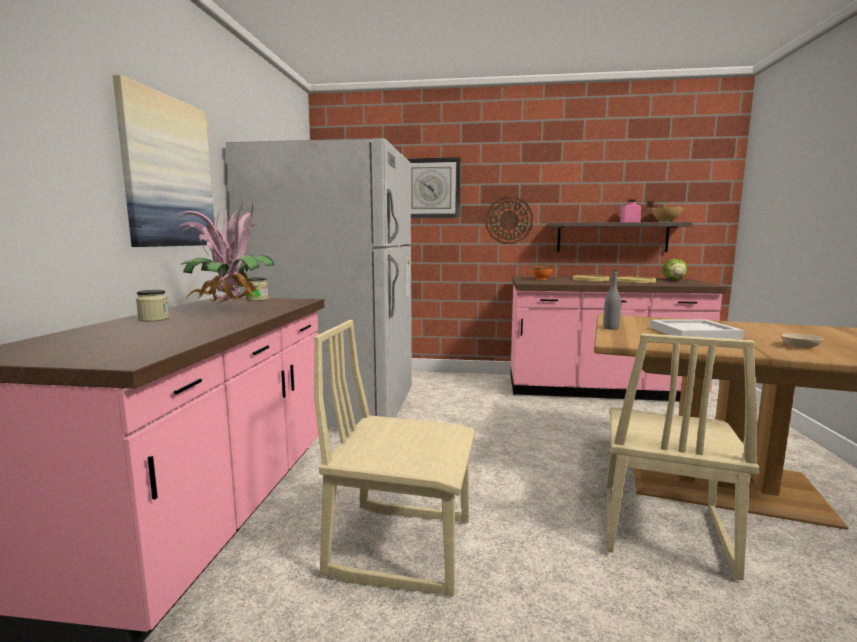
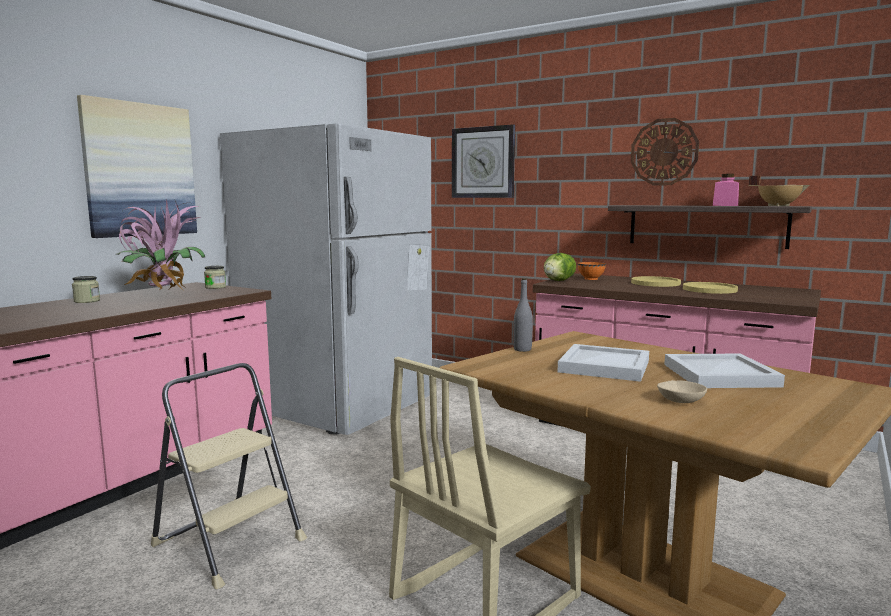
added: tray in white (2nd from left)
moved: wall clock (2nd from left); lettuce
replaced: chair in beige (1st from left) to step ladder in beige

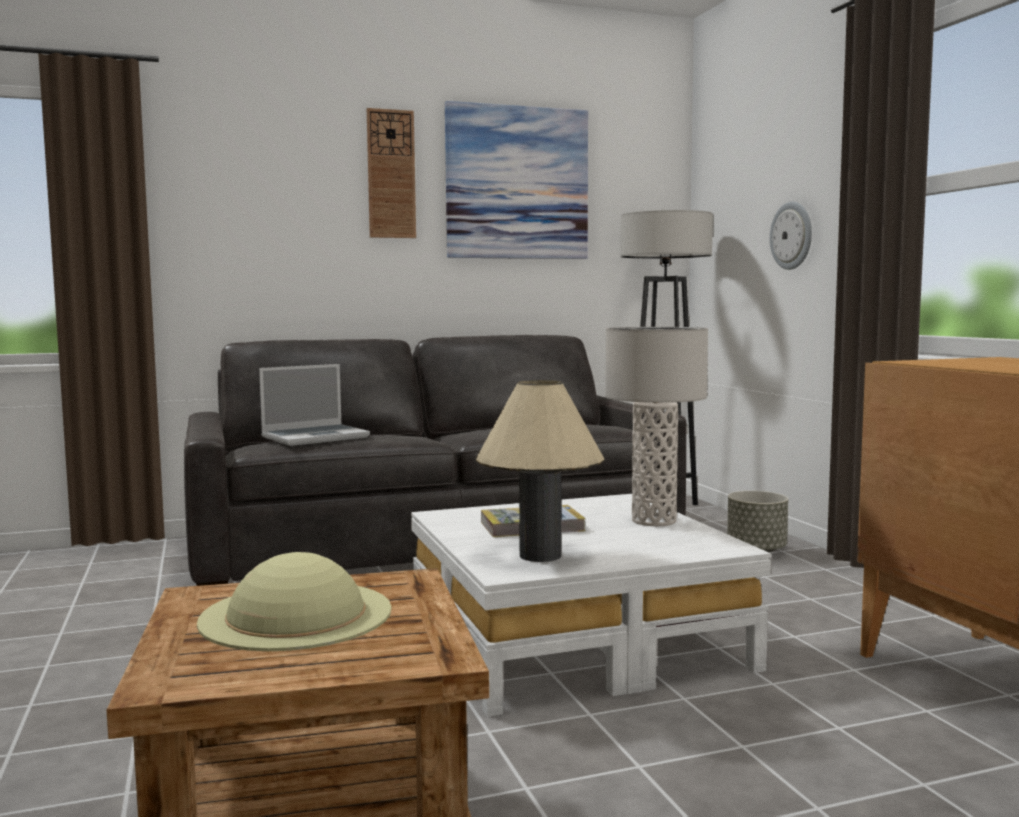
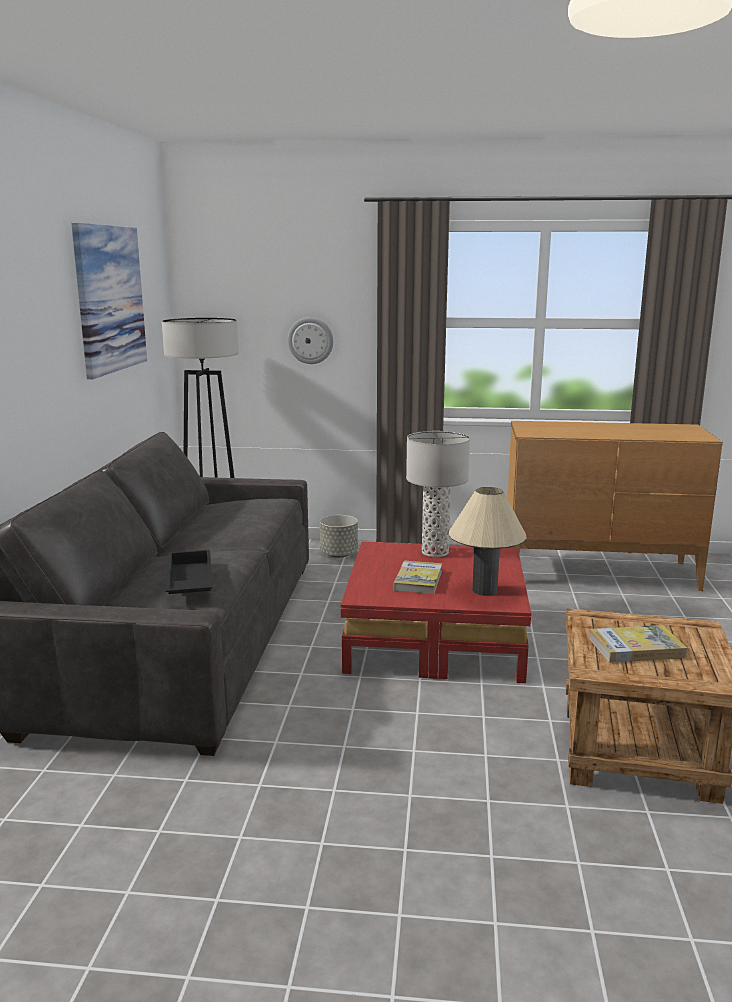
removed: wall clock (1st from left)
replaced: laptop to tray in black; hat in beige to book (2nd from left)
recoloured: coffee table in white to coffee table in red

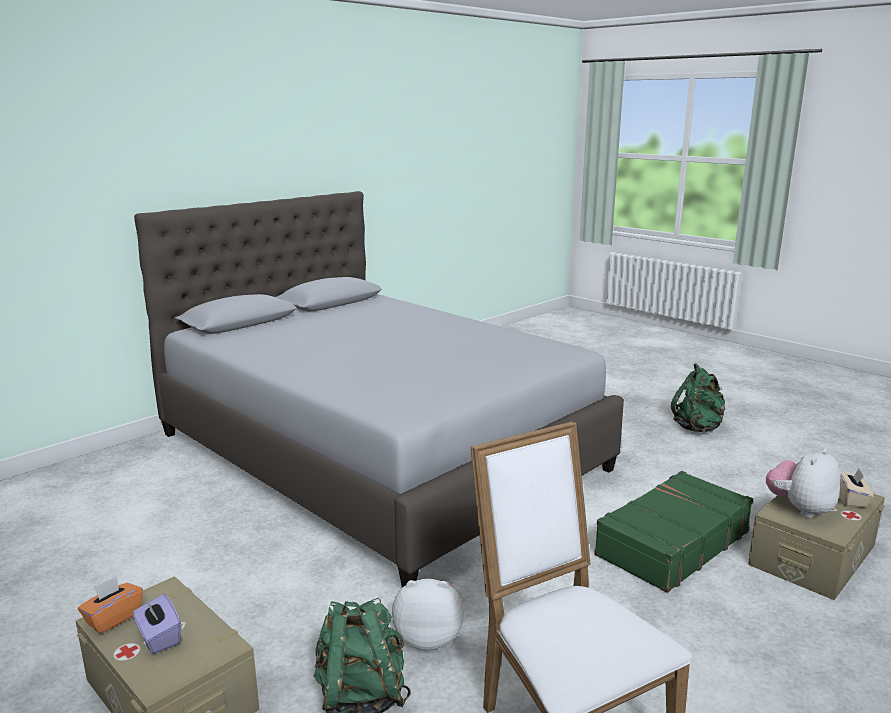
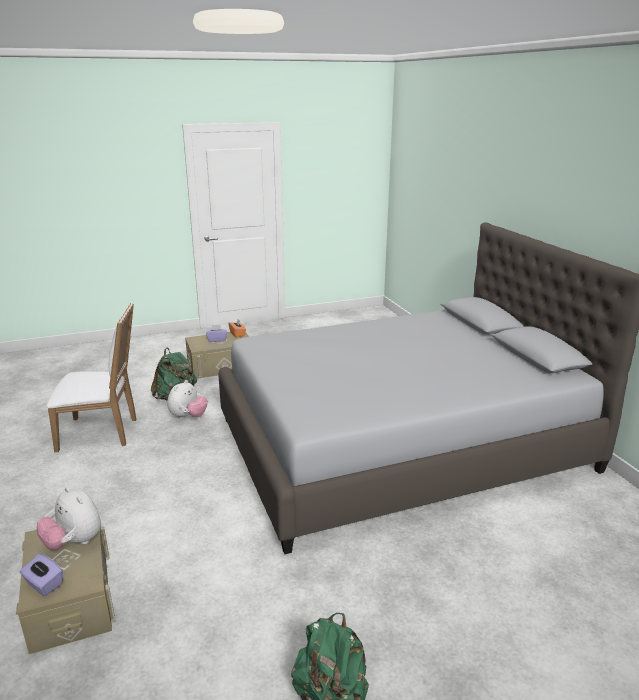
removed: suitcase in green
recoloured: tissue box in beige to tissue box in purple (1st from left)
turned: plush toy (2nd from left in the first image) 150 degrees clockwise

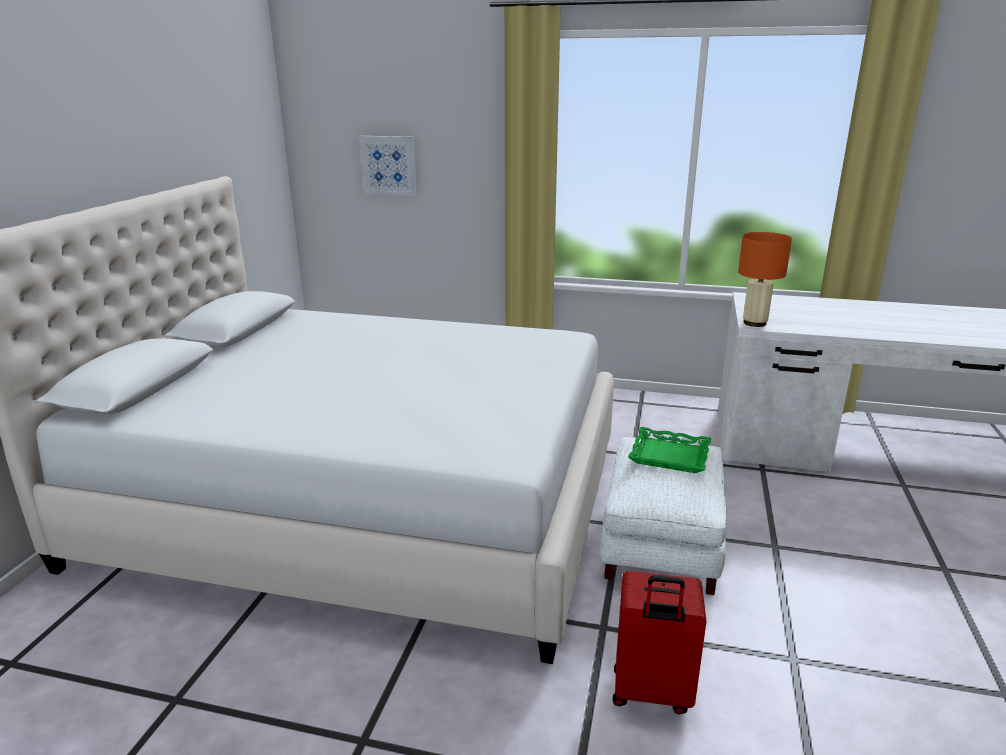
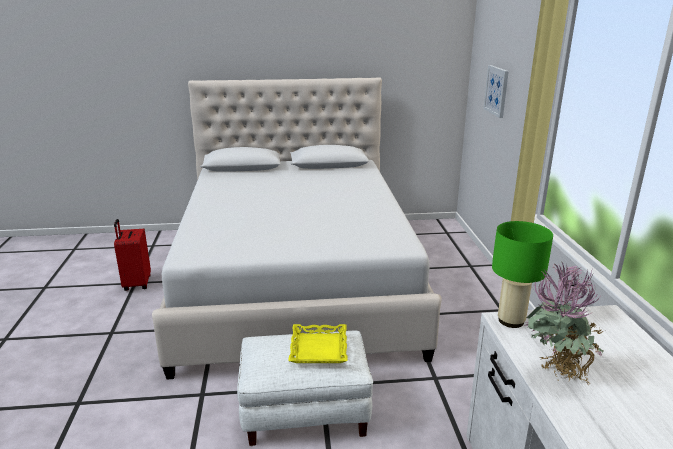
added: potted plant
moved: suitcase in red
recoloured: table lamp in orange to table lamp in green; tray in green to tray in yellow

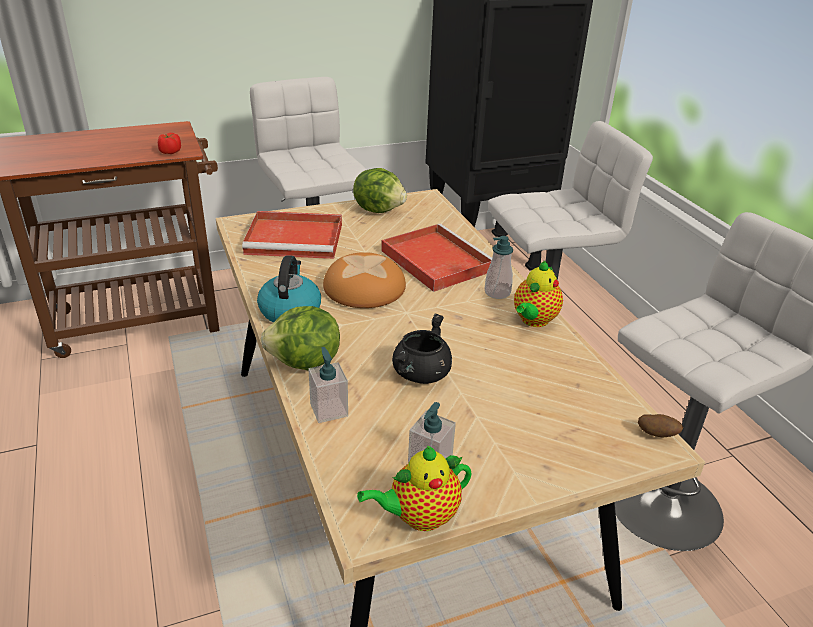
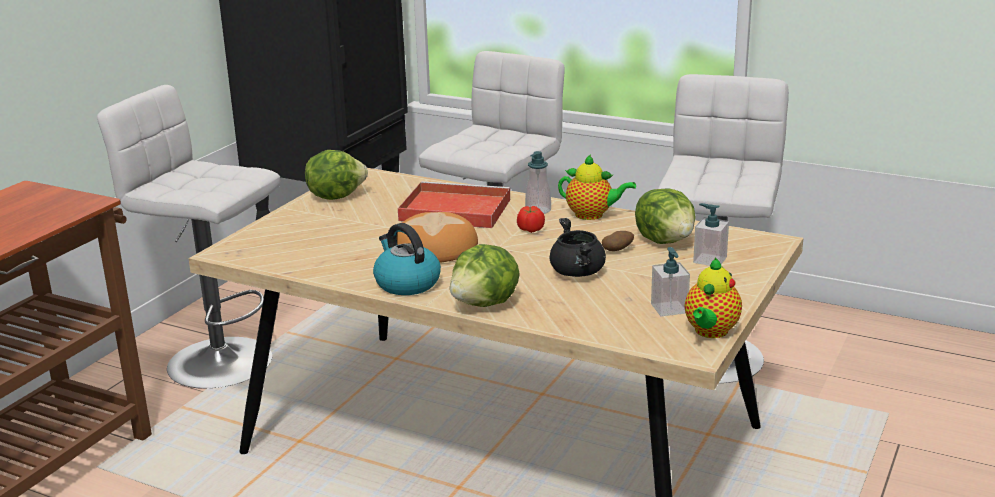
removed: tray in red (1st from left)
added: lettuce (3rd from left)
moved: tomato; soap dispenser (1st from left in the first image) to soap dispenser (3rd from left); potato
turned: teapot (2nd from left in the first image) 60 degrees counterclockwise

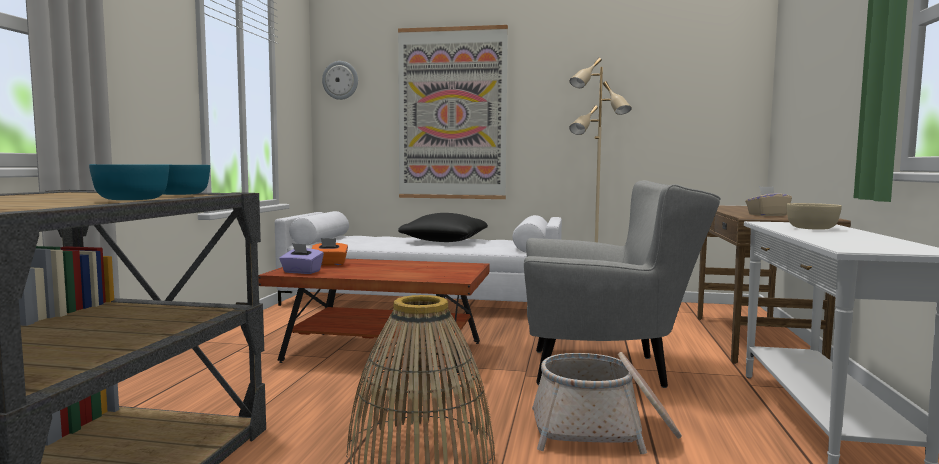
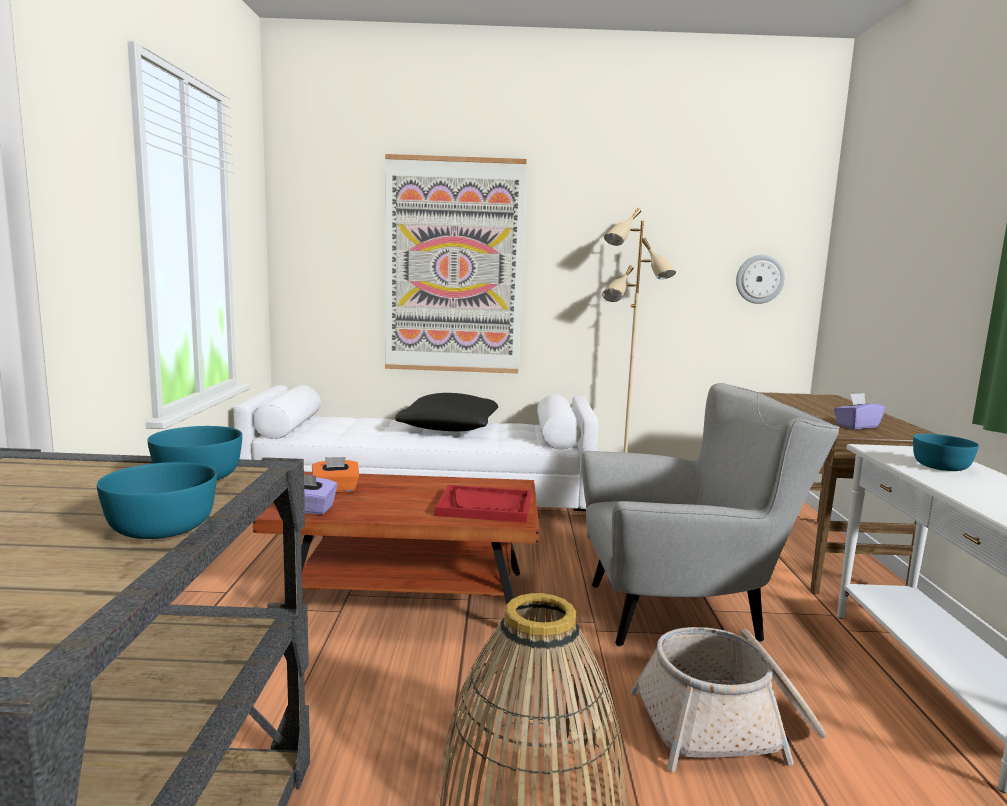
added: tray in red
moved: wall clock
recoloured: tissue box in beige to tissue box in purple (2nd from left); bowl in beige to bowl in turquoise (3rd from left)

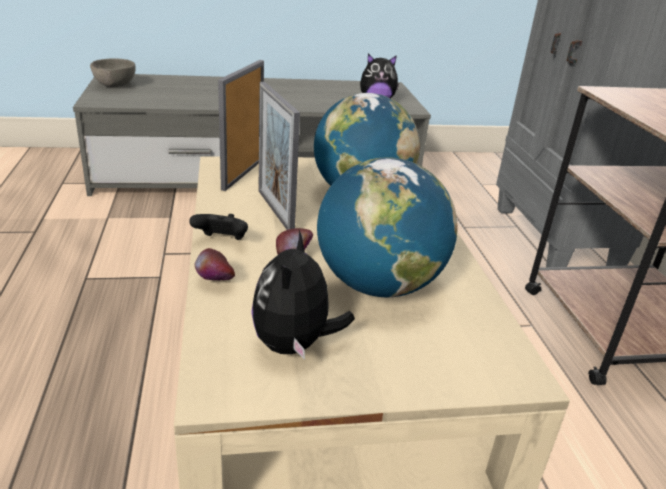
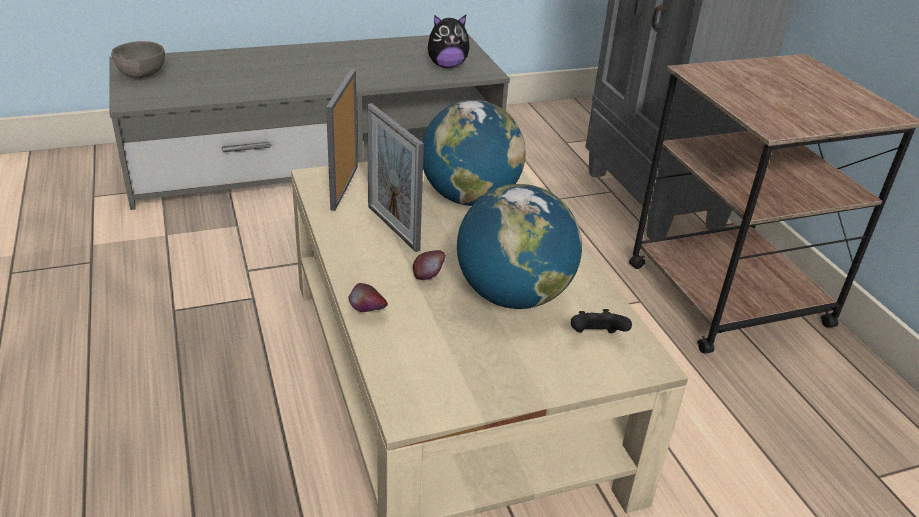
removed: plush toy (1st from left)
moved: game controller in black

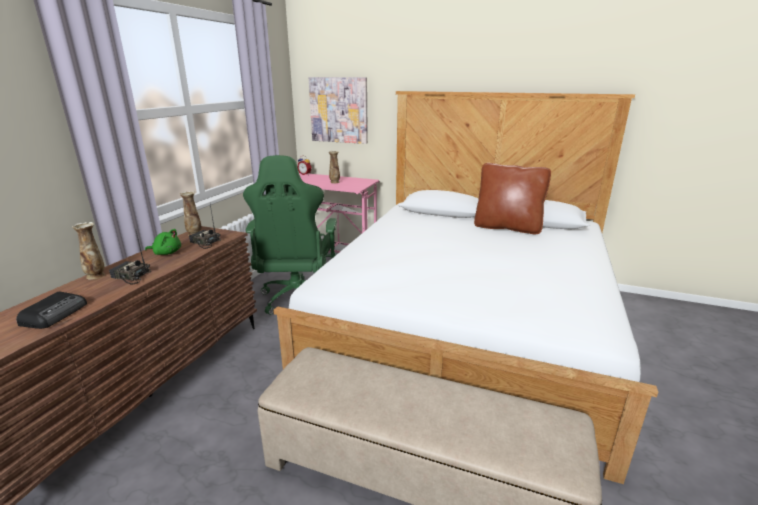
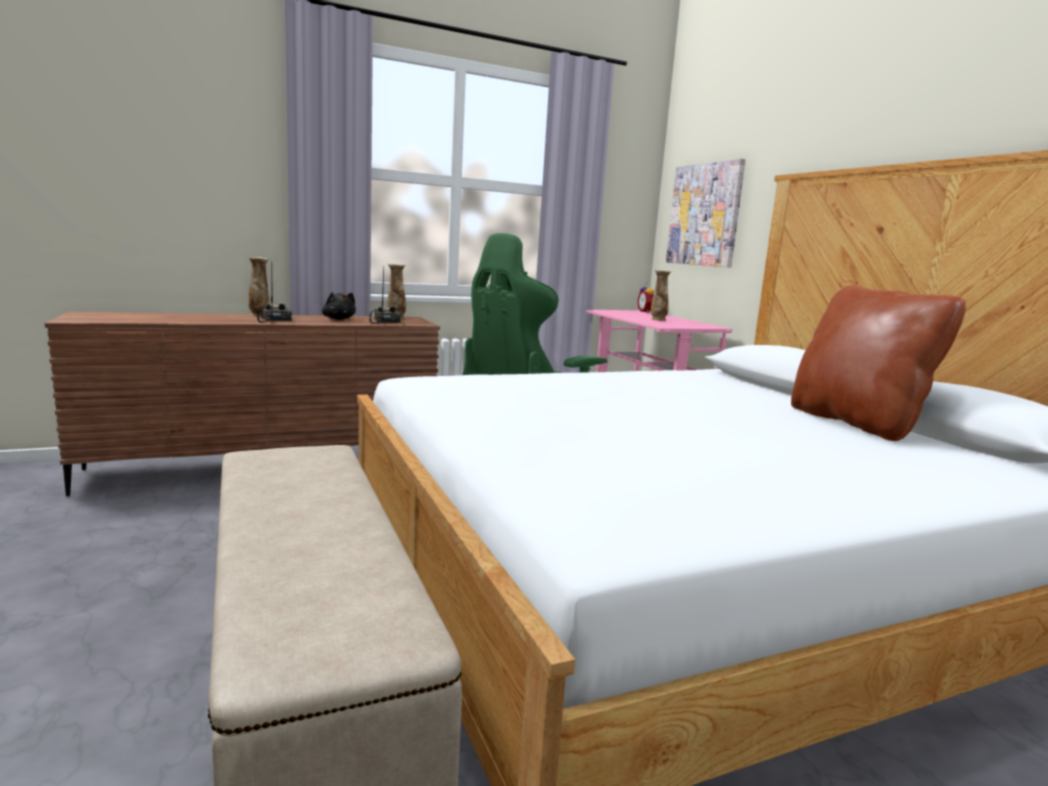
removed: radio (1st from left)
recoloured: plush toy in green to plush toy in black

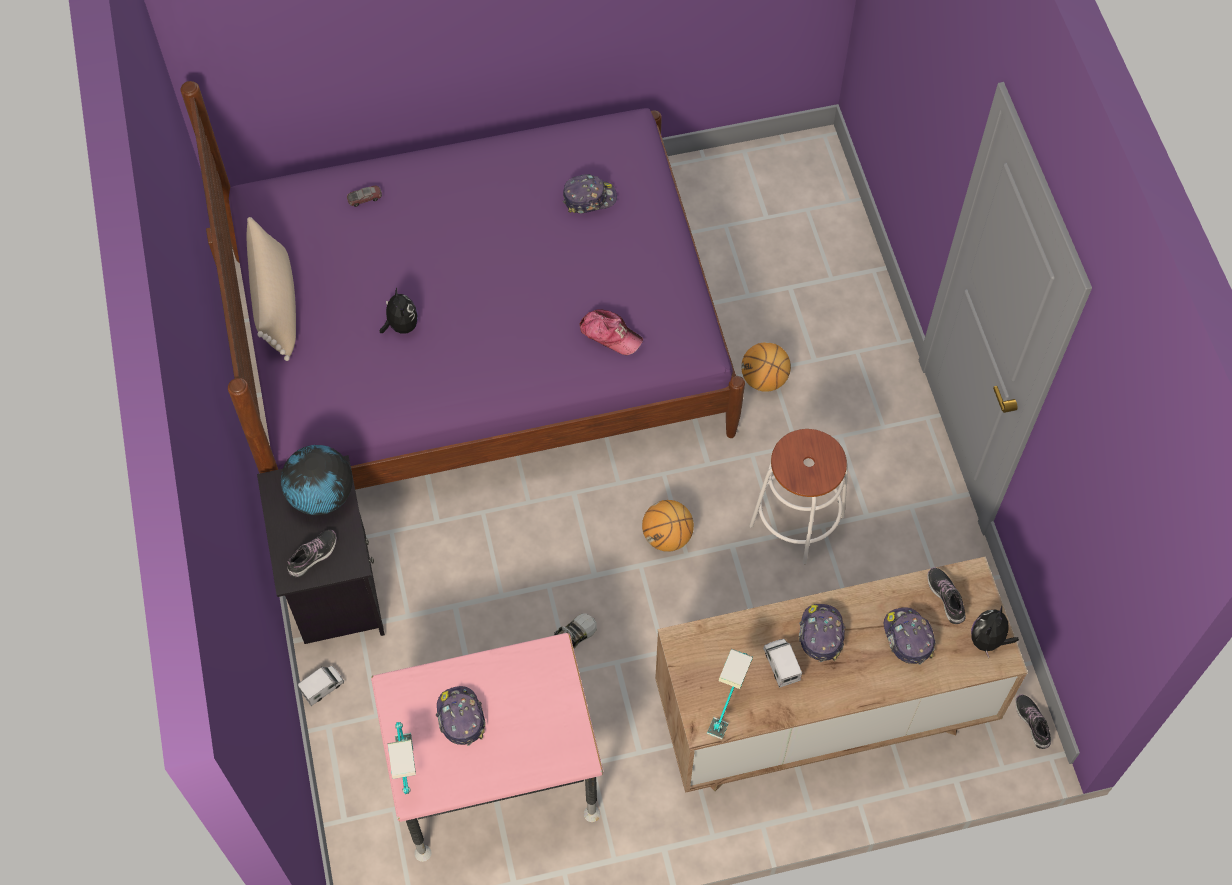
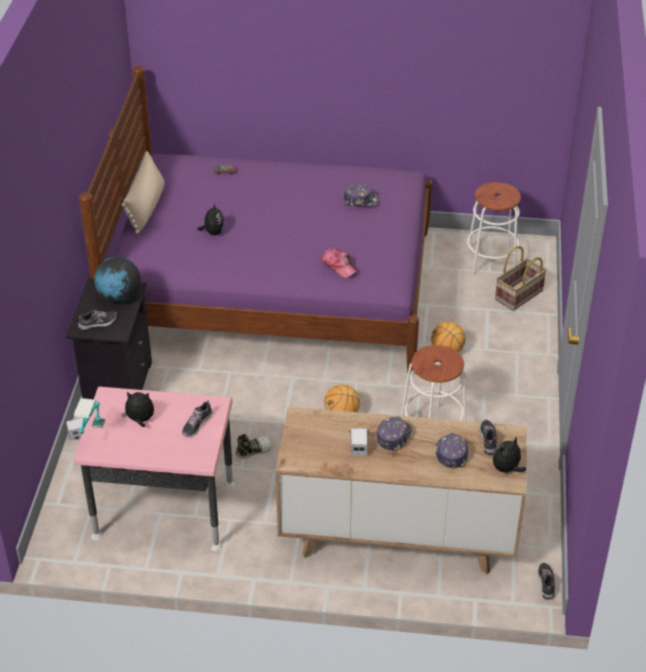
removed: table lamp (2nd from left)
added: stool in white (2nd from left); basket; shoe (2nd from left)
replaced: cap (1st from left) to plush toy (1st from left)

